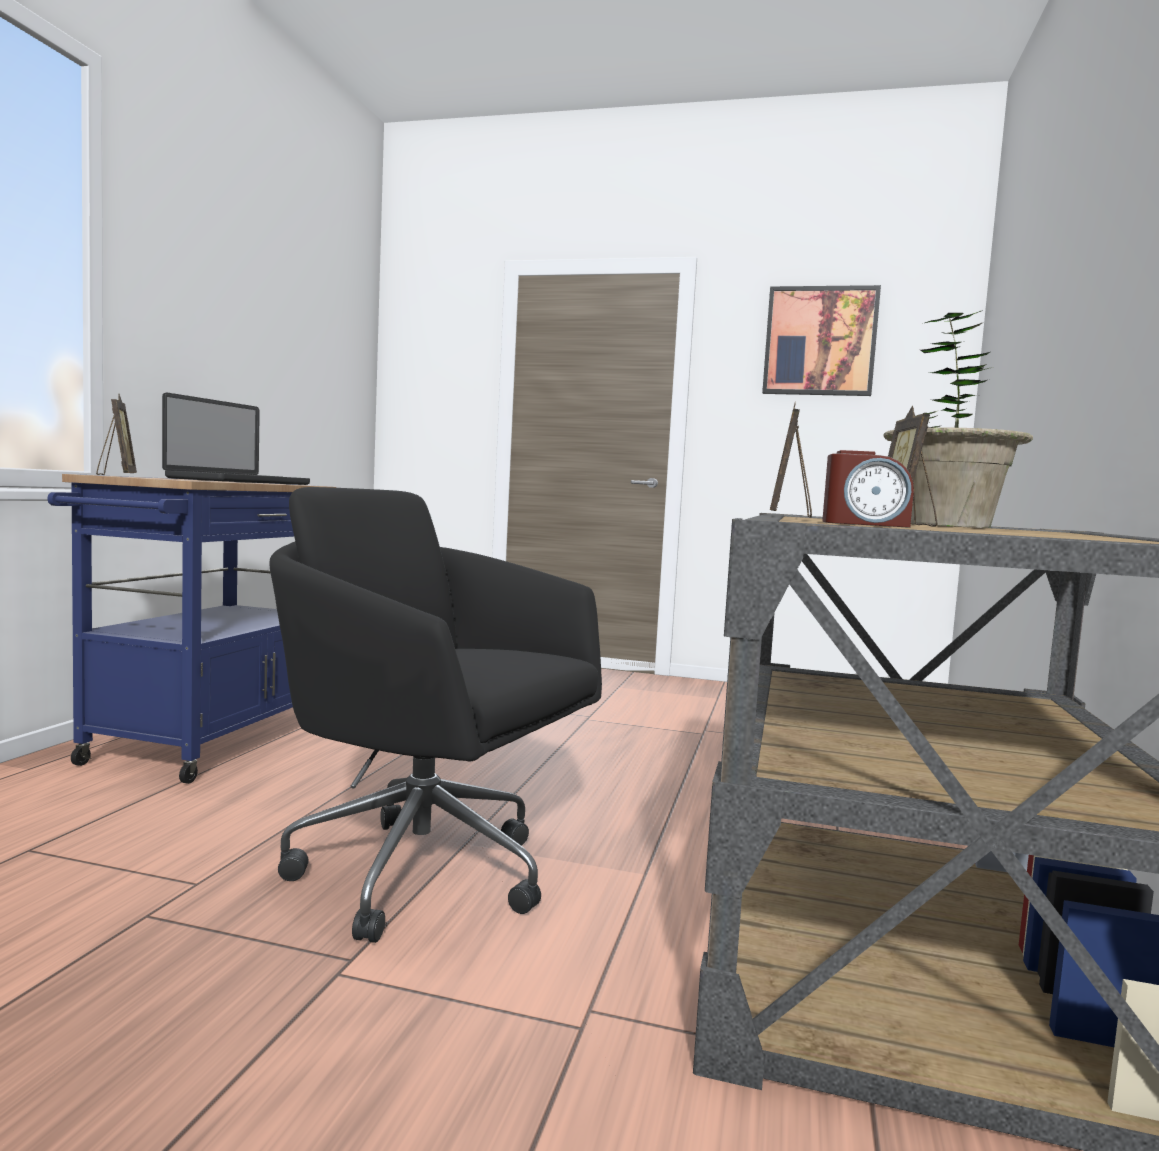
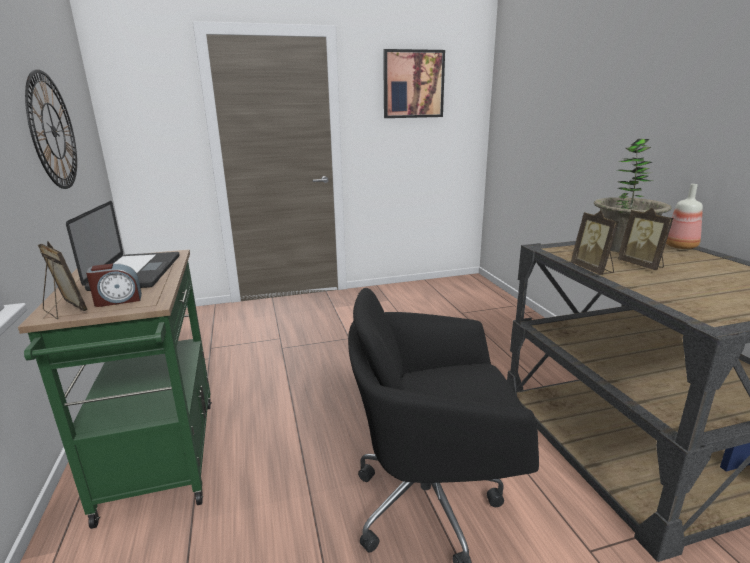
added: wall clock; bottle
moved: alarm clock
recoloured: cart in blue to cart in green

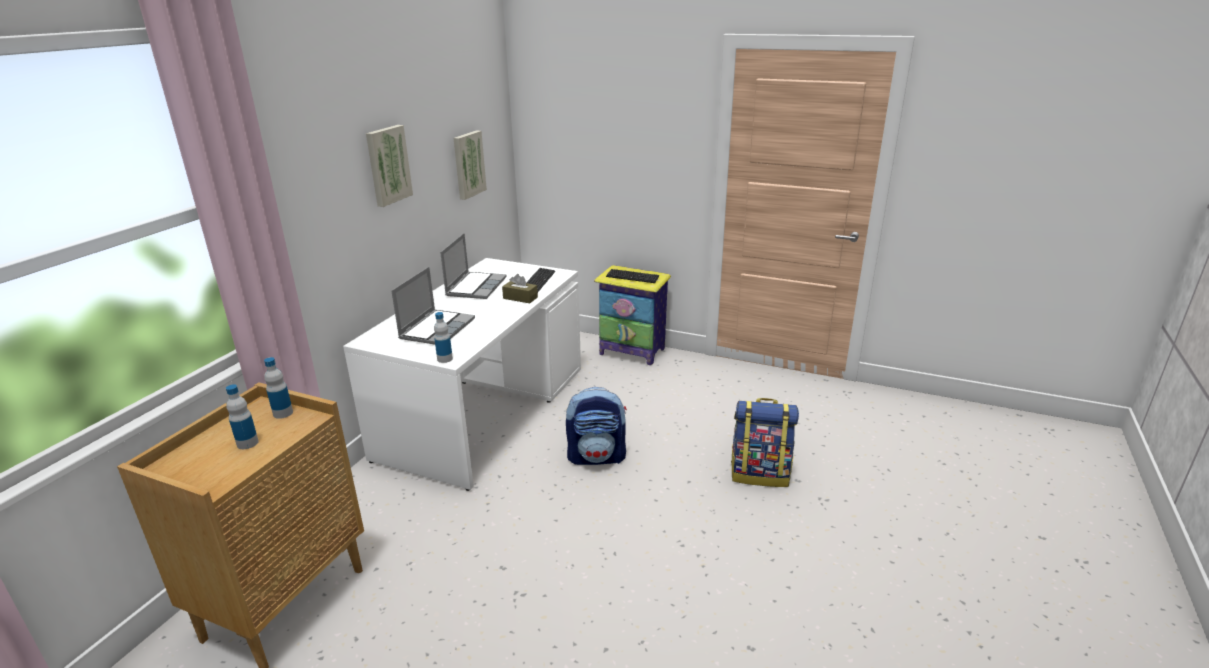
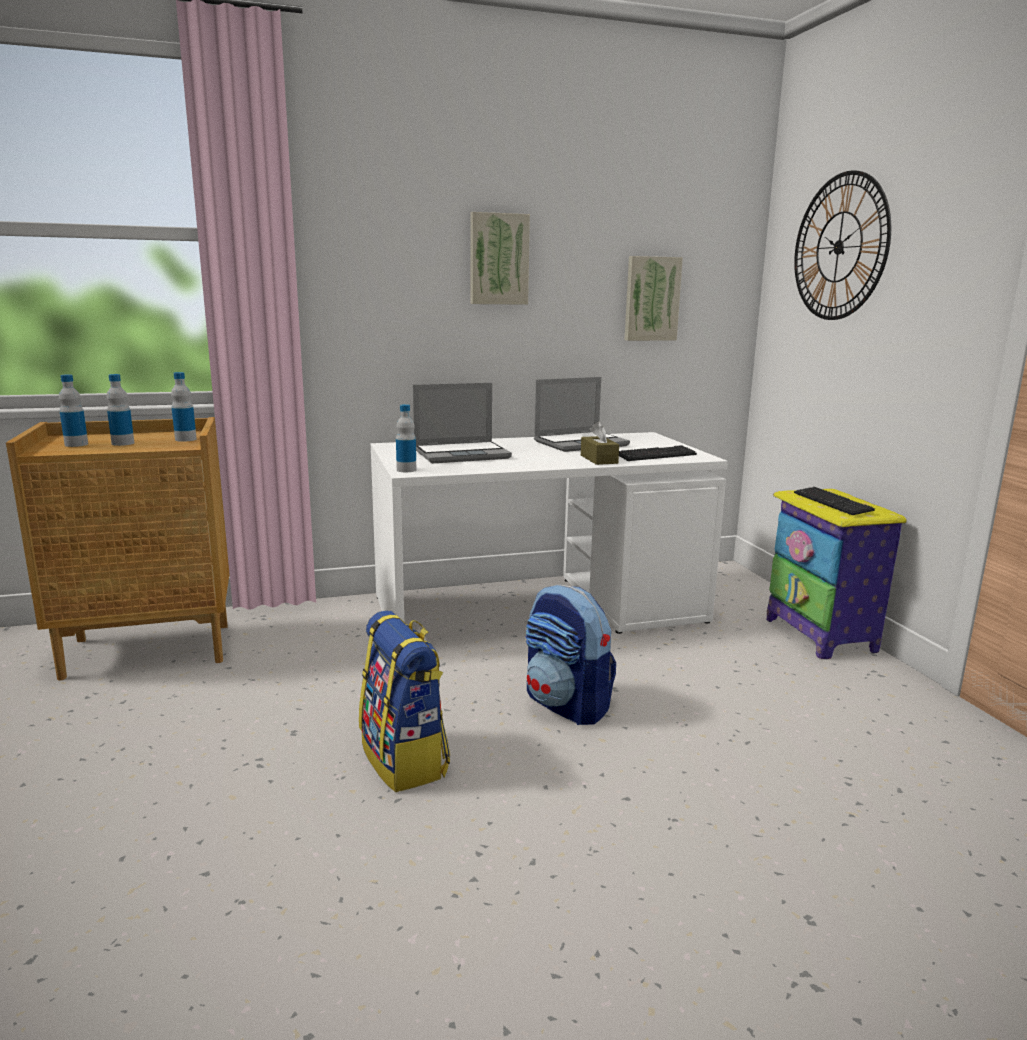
added: wall clock; bottle (1st from left)
moved: backpack (2nd from left in the first image) to backpack (1st from left)

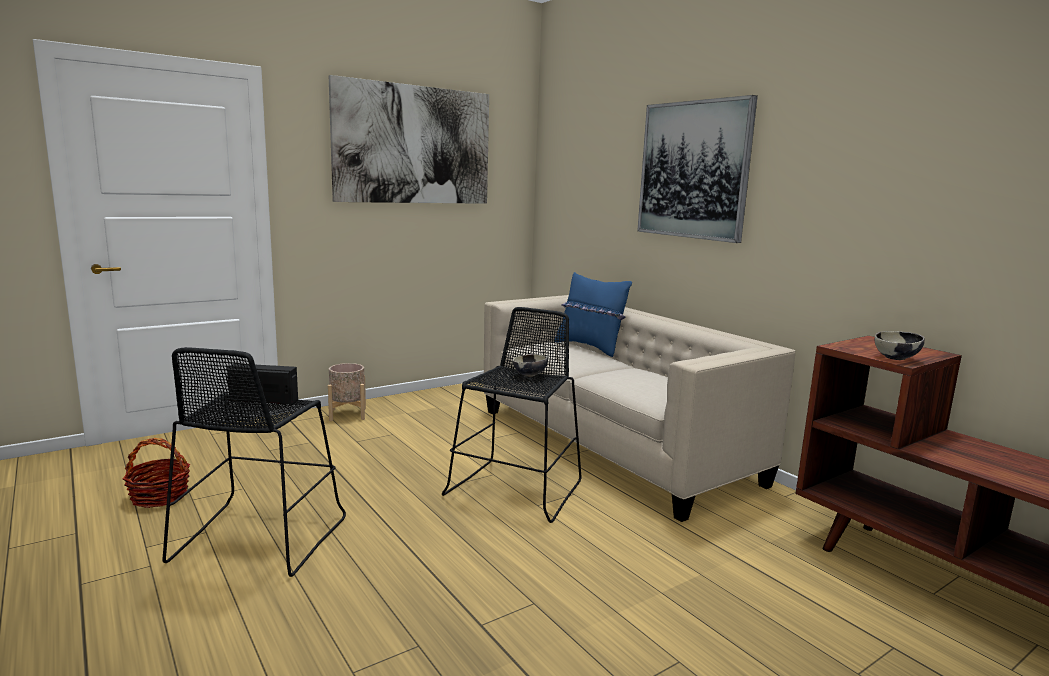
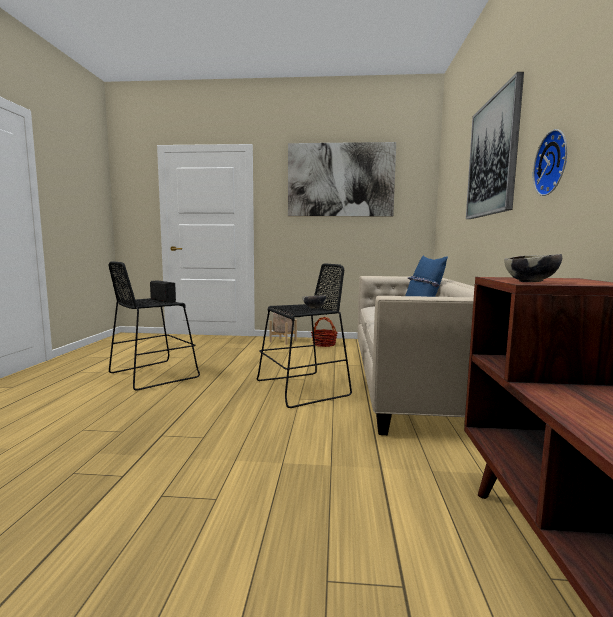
added: wall clock
moved: basket

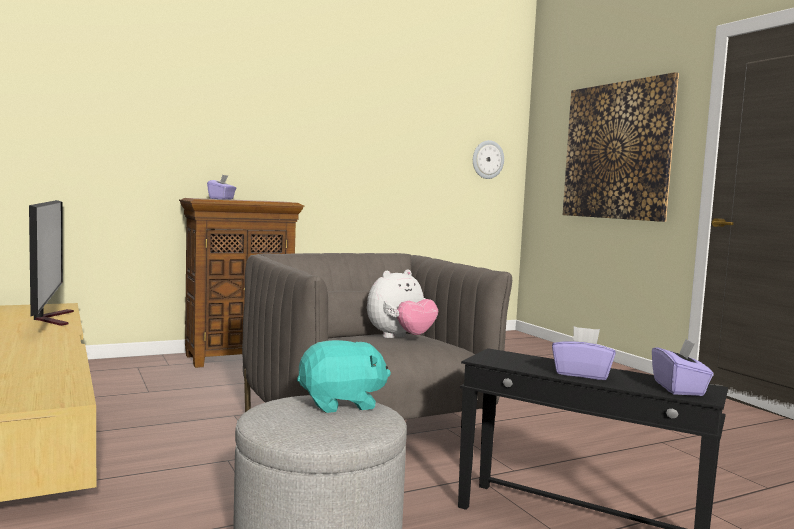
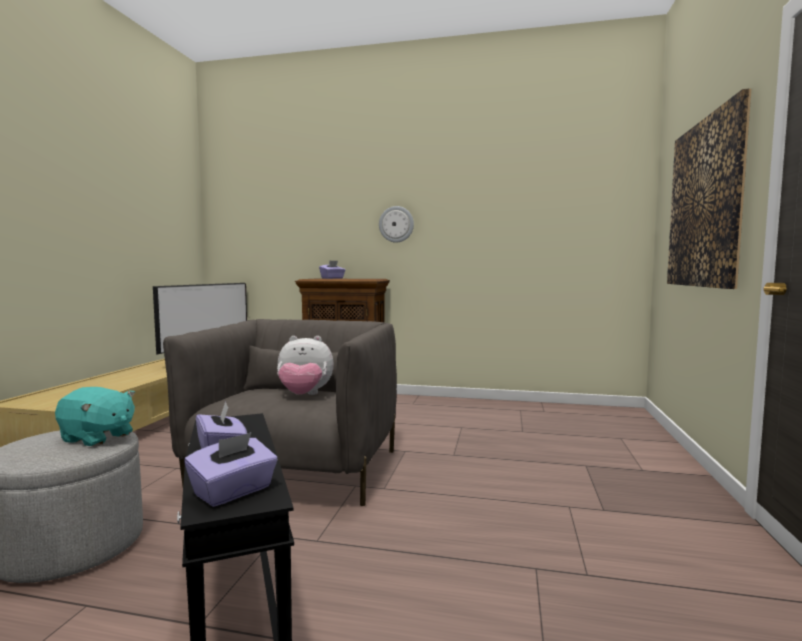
moved: wall clock

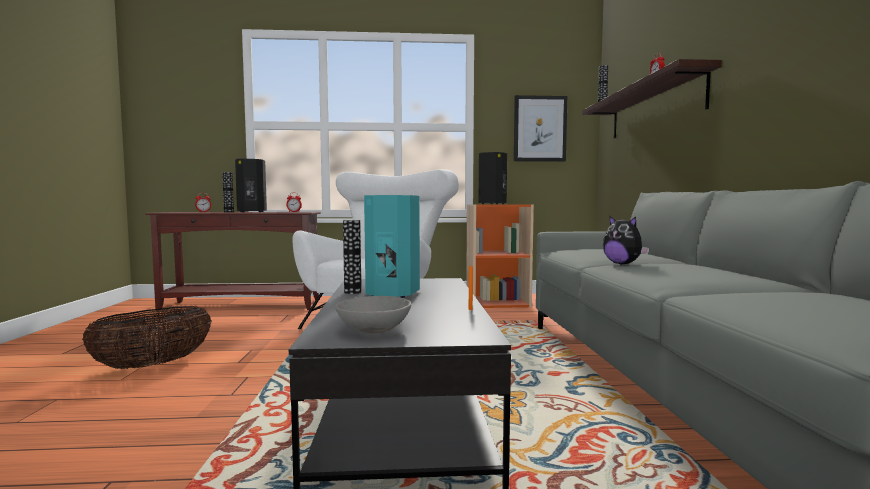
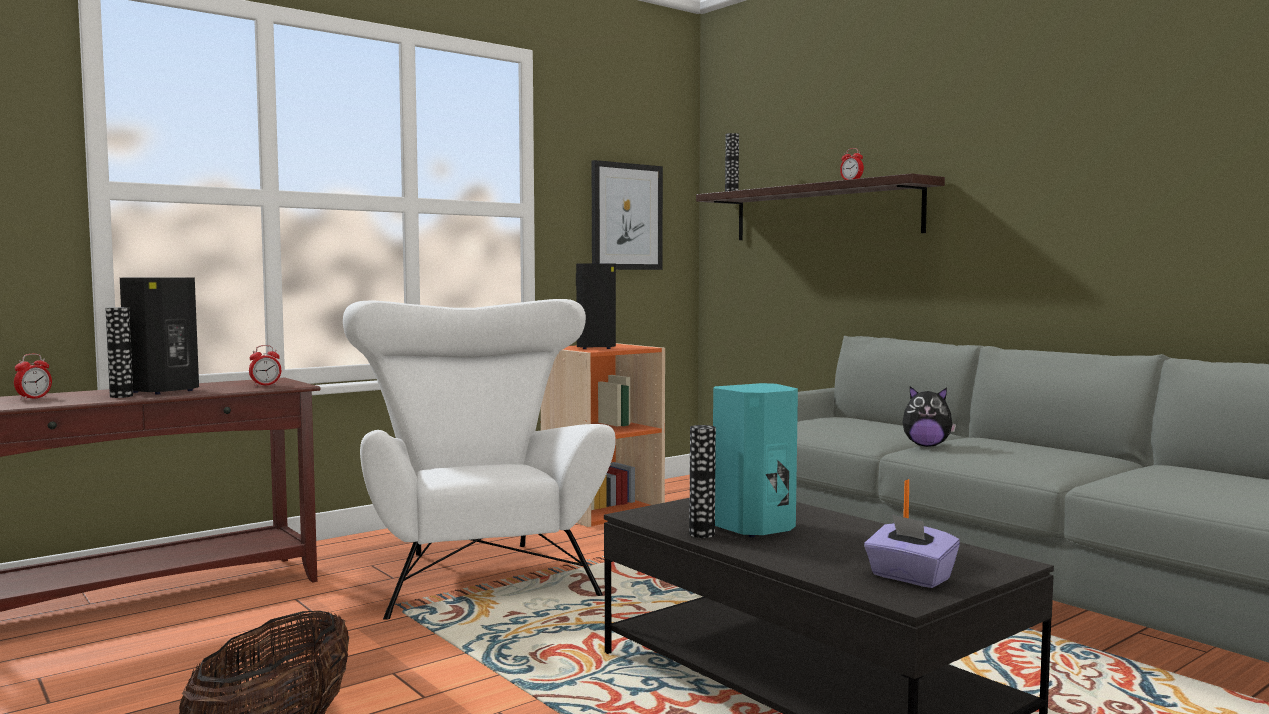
replaced: bowl in grey to tissue box in purple

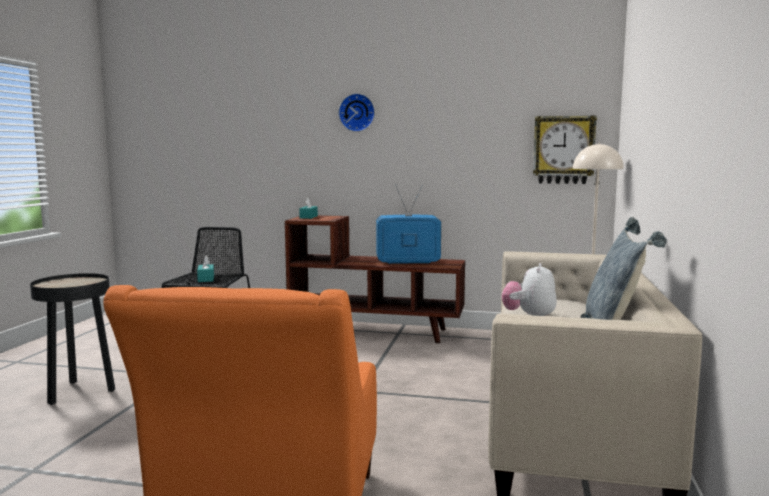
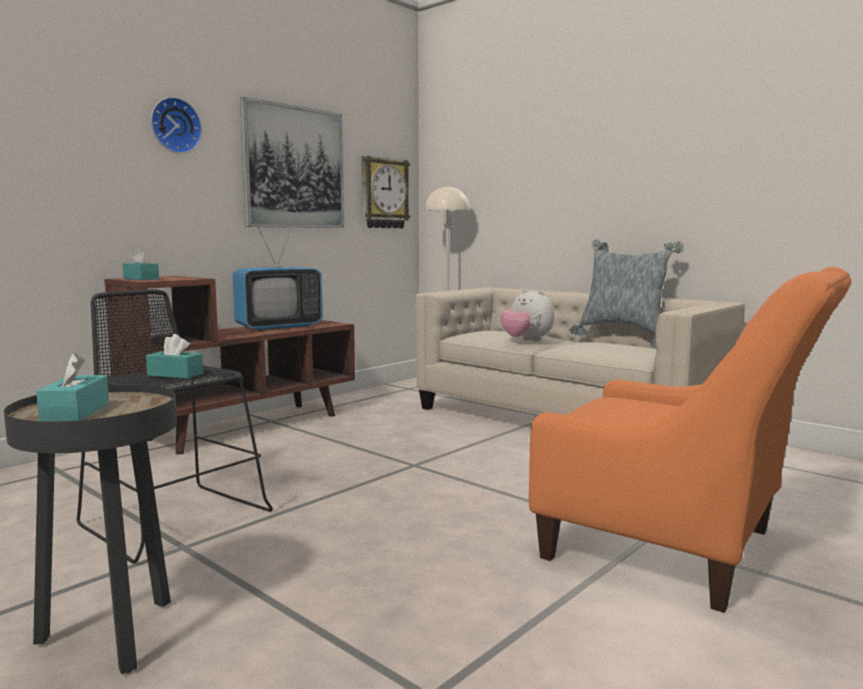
added: picture; tissue box in turquoise (1st from left)
turned: television 150 degrees counterclockwise

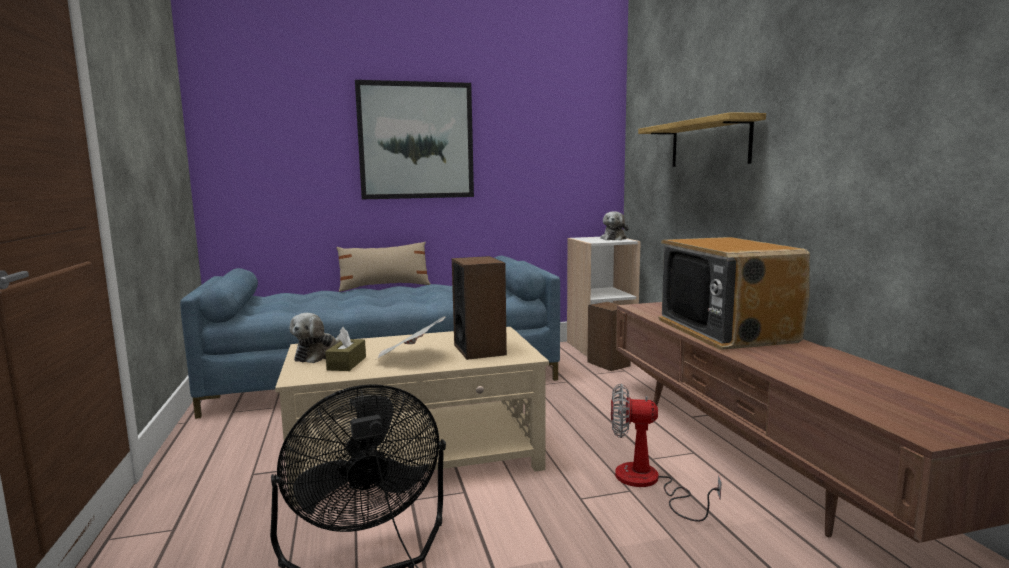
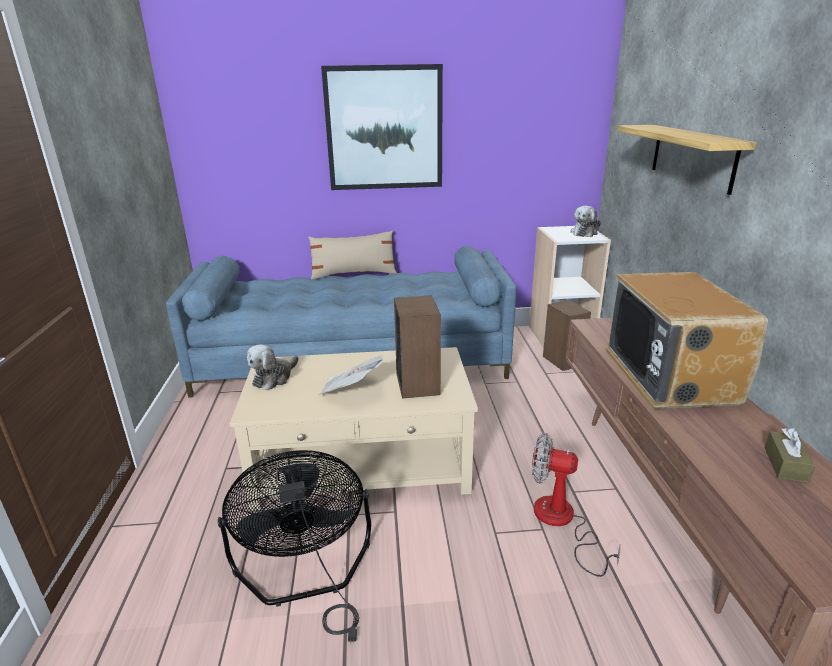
moved: tissue box in brown

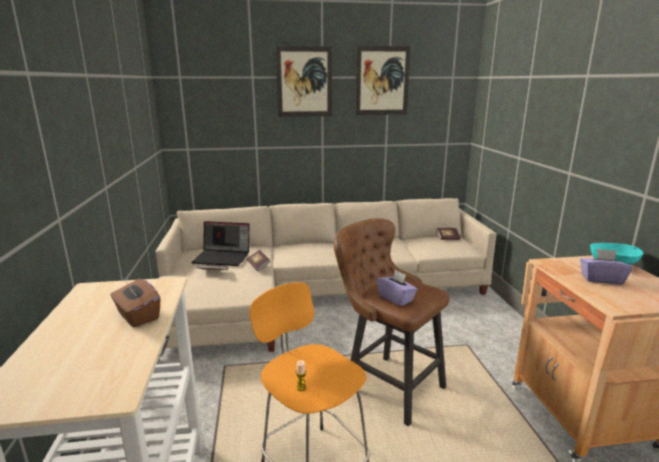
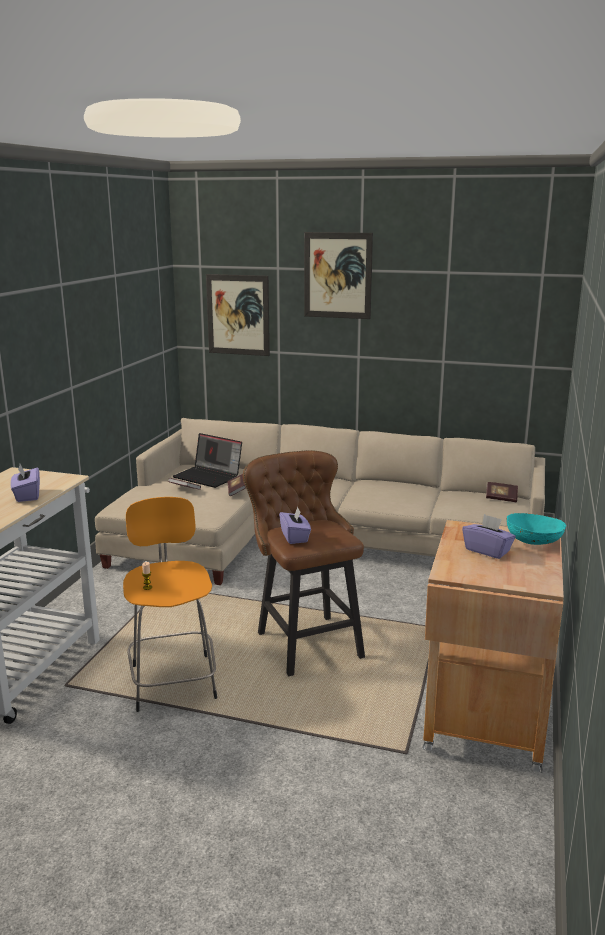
moved: picture (2nd from left in the first image) to picture (1st from left)
recoloured: tissue box in brown to tissue box in purple (1st from left)

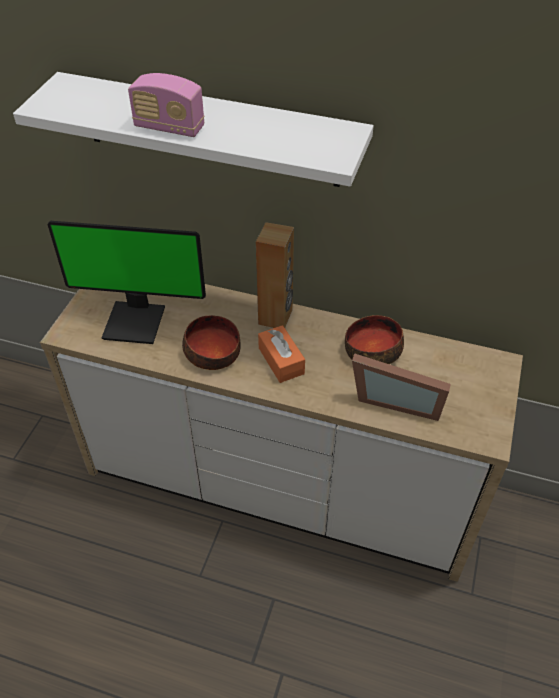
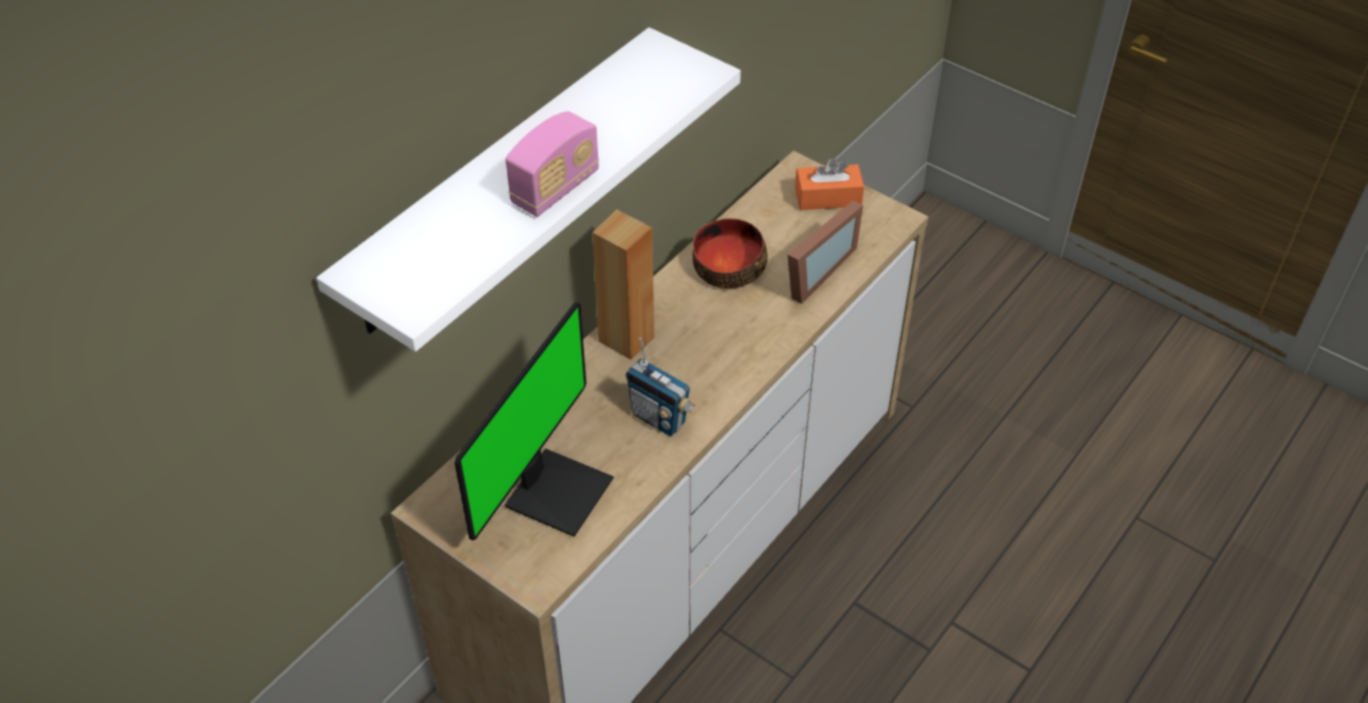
moved: tissue box in orange
replaced: bowl (1st from left) to radio (2nd from left)

